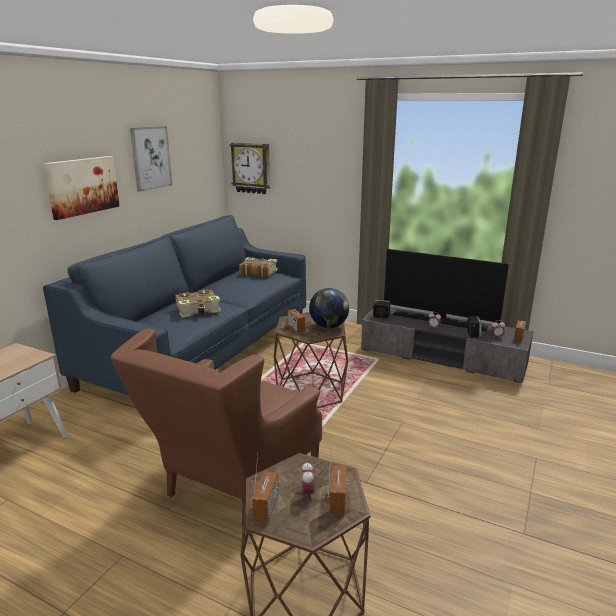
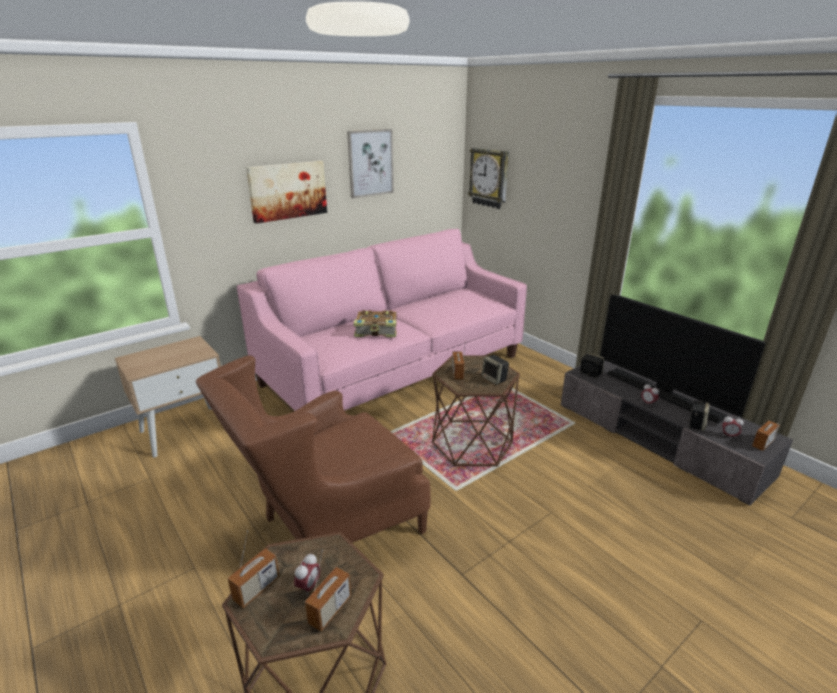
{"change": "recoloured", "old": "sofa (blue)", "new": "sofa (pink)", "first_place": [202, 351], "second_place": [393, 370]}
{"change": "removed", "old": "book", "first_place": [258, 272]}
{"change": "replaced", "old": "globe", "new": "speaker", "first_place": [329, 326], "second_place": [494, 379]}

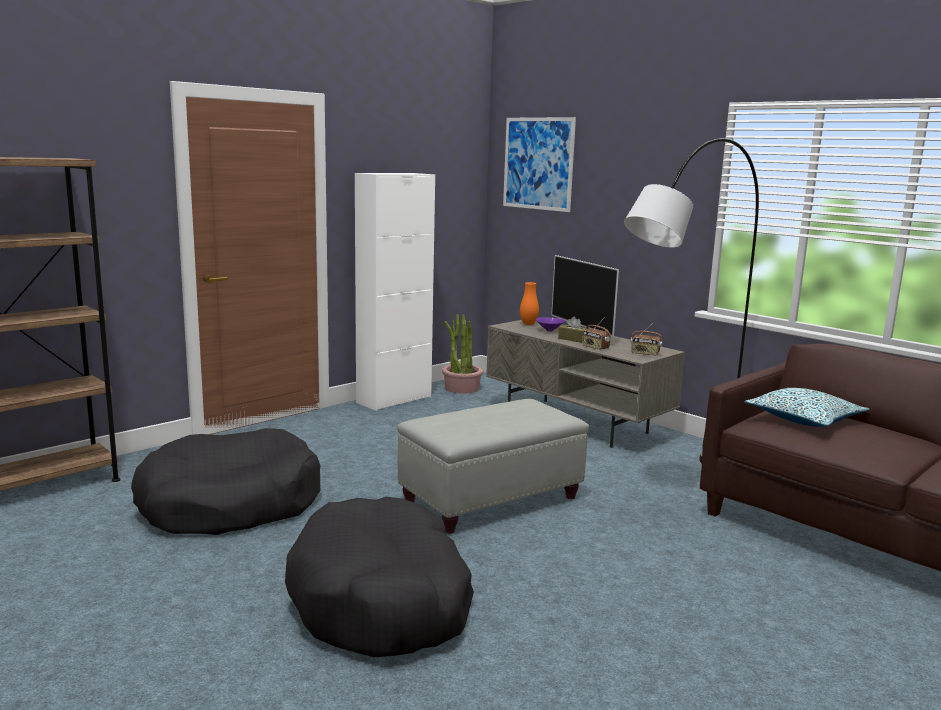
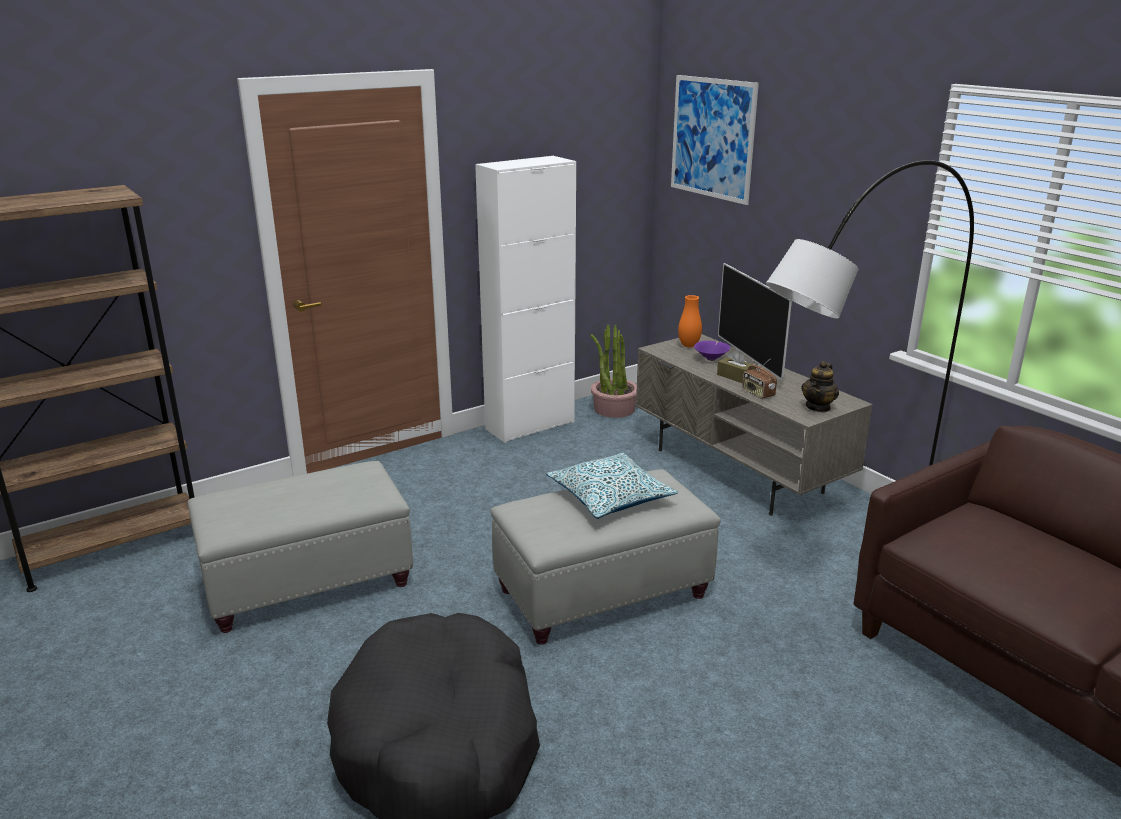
{"change": "replaced", "old": "radio", "new": "teapot", "first_place": [645, 353], "second_place": [818, 407]}
{"change": "moved", "old": "pillow", "first_place": [804, 419], "second_place": [610, 497]}
{"change": "replaced", "old": "dog bed (black)", "new": "ottoman (grey)", "first_place": [230, 504], "second_place": [309, 582]}

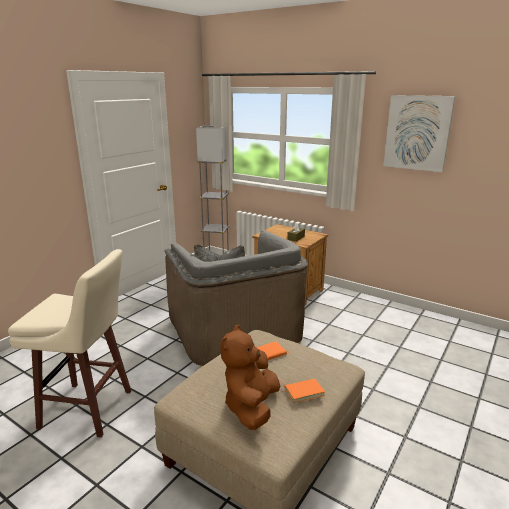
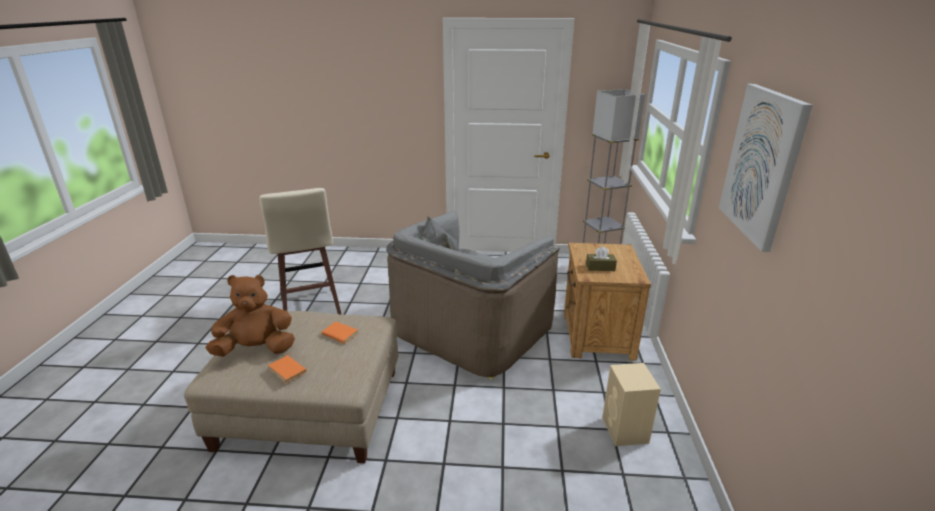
{"change": "added", "new": "speaker (beige)", "second_place": [625, 431]}

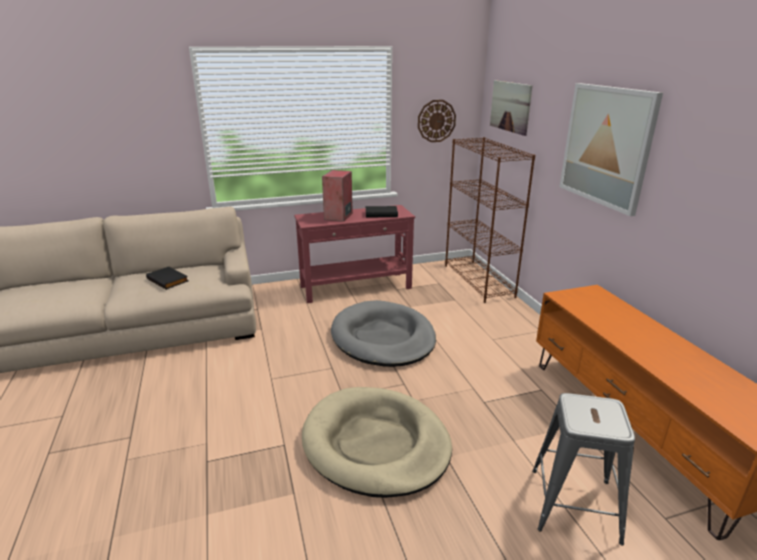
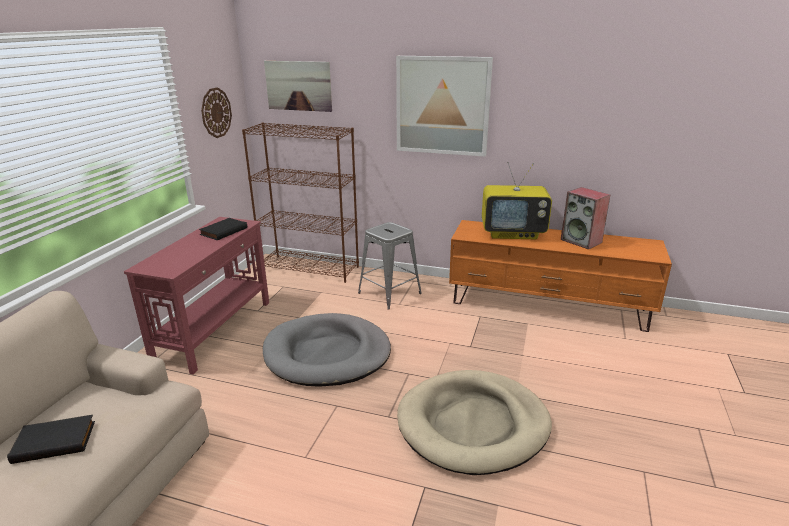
{"change": "moved", "old": "speaker", "first_place": [338, 216], "second_place": [581, 241]}
{"change": "moved", "old": "stool (grey)", "first_place": [575, 505], "second_place": [390, 293]}
{"change": "added", "new": "television", "second_place": [513, 233]}

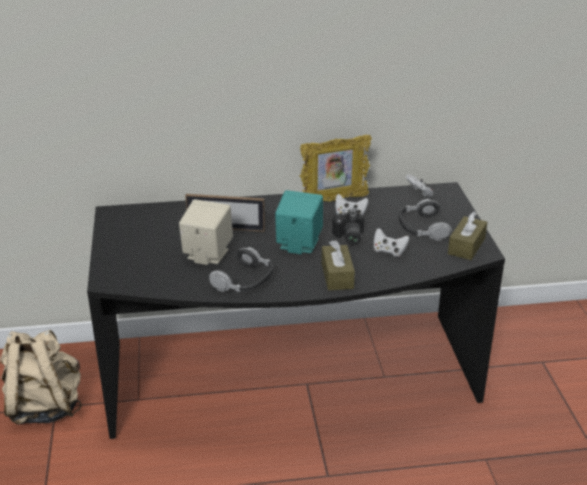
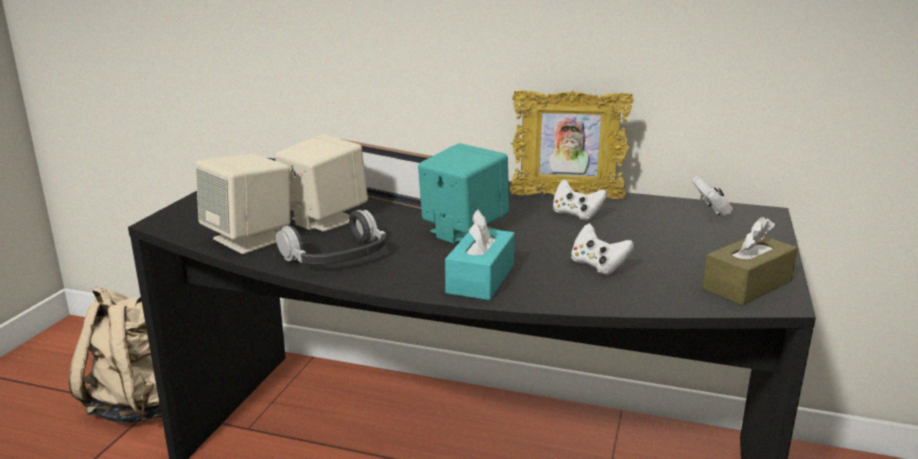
{"change": "removed", "old": "headphones", "first_place": [422, 228]}
{"change": "removed", "old": "photo camera", "first_place": [348, 237]}
{"change": "recoloured", "old": "tissue box (brown)", "new": "tissue box (turquoise)", "first_place": [337, 276], "second_place": [480, 279]}
{"change": "added", "new": "speaker (beige)", "second_place": [250, 239]}

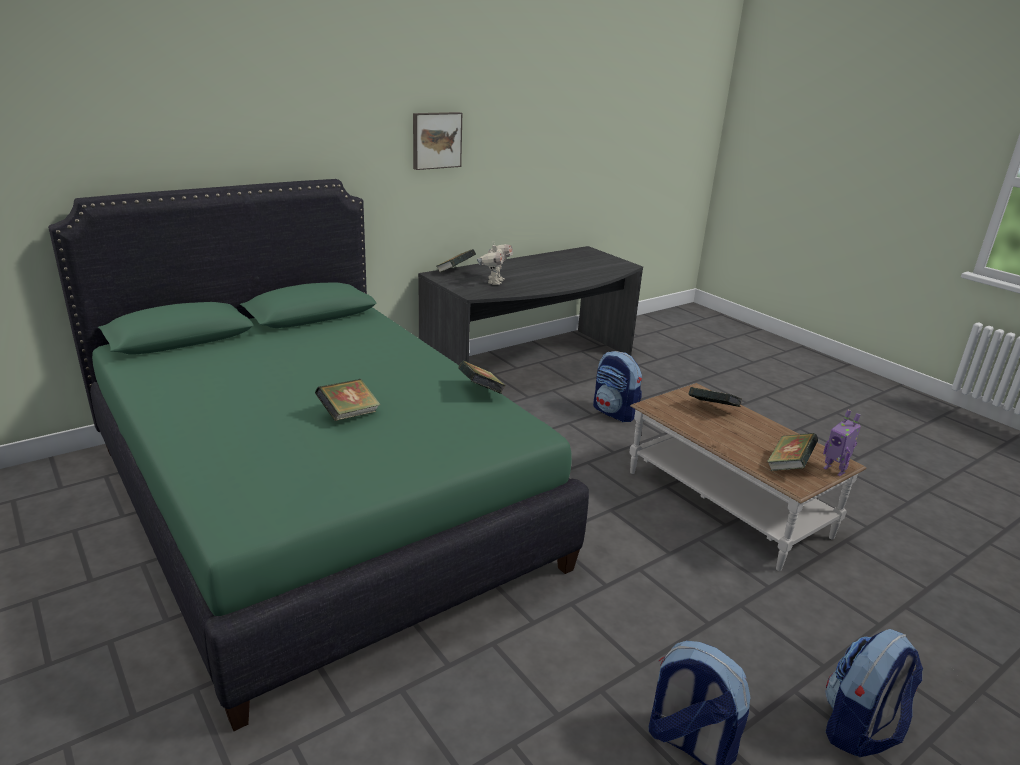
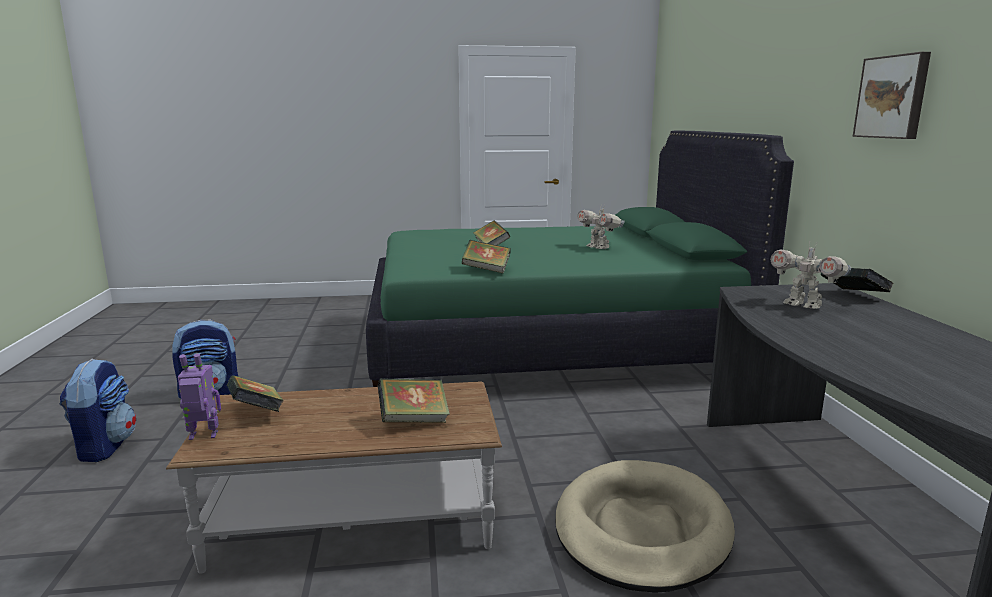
{"change": "replaced", "old": "backpack", "new": "dog bed (beige)", "first_place": [615, 412], "second_place": [641, 530]}
{"change": "added", "new": "toy robot", "second_place": [598, 247]}

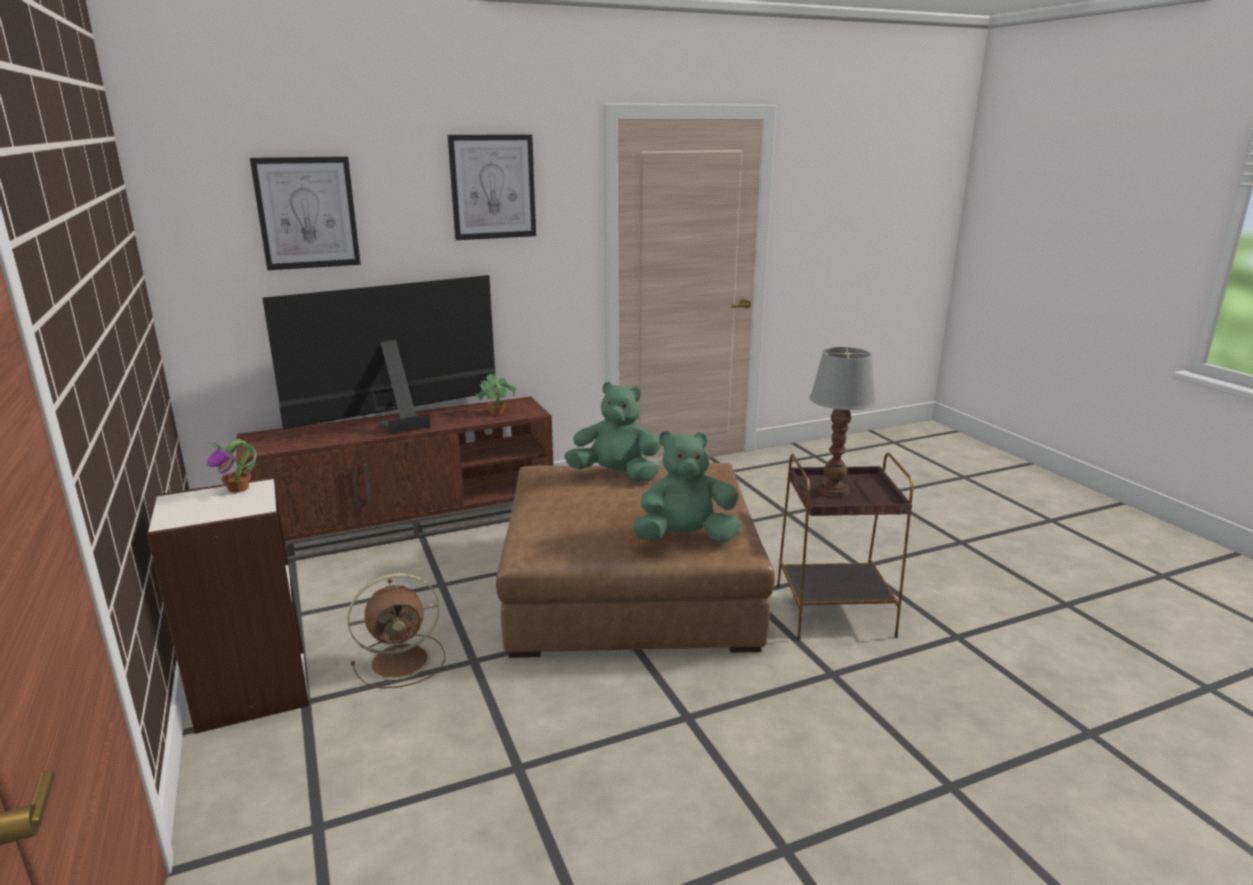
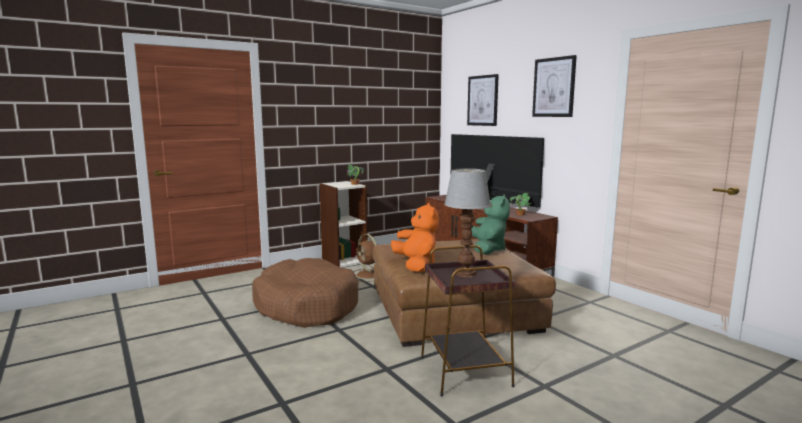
{"change": "recoloured", "old": "plush toy (green)", "new": "plush toy (orange)", "first_place": [685, 538], "second_place": [416, 265]}
{"change": "added", "new": "dog bed (brown)", "second_place": [306, 306]}

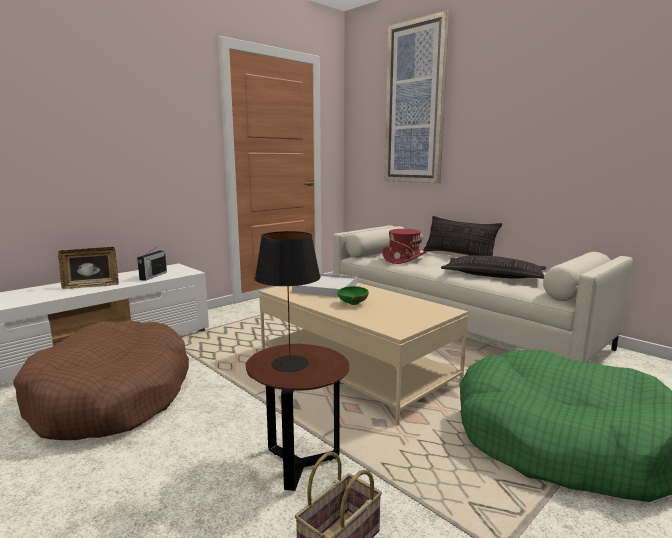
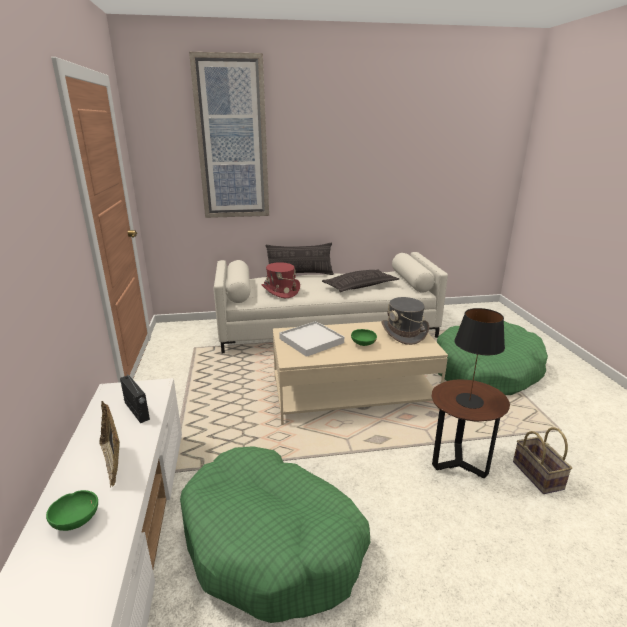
{"change": "turned", "old": "picture frame", "first_place": [91, 286], "second_place": [113, 463], "degrees": 135}
{"change": "recoloured", "old": "dog bed (brown)", "new": "dog bed (green)", "first_place": [112, 397], "second_place": [272, 542]}
{"change": "added", "new": "hat (grey)", "second_place": [404, 332]}
{"change": "added", "new": "bowl (green)", "second_place": [77, 520]}

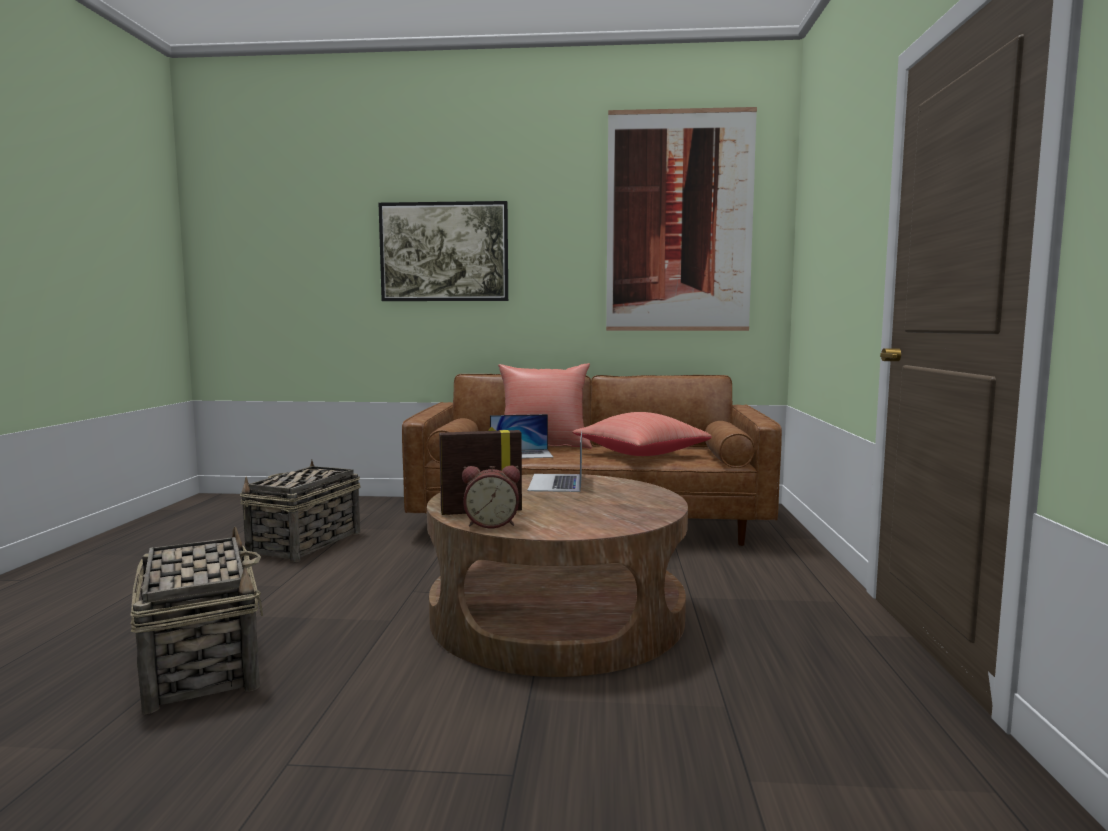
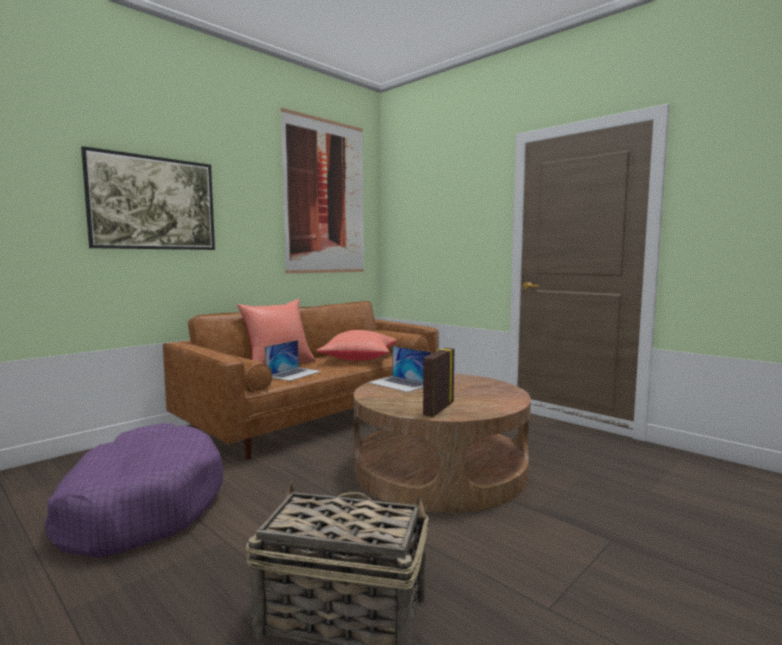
{"change": "replaced", "old": "basket", "new": "dog bed (purple)", "first_place": [304, 543], "second_place": [140, 506]}
{"change": "removed", "old": "alarm clock", "first_place": [491, 524]}

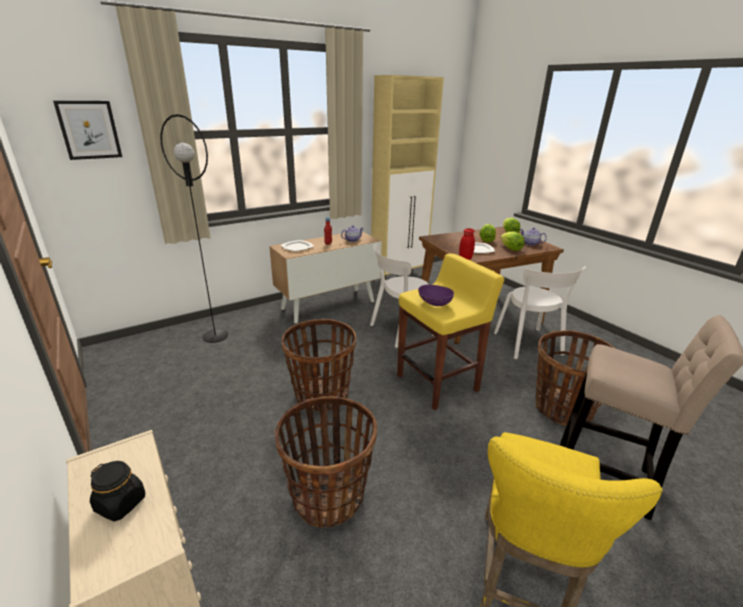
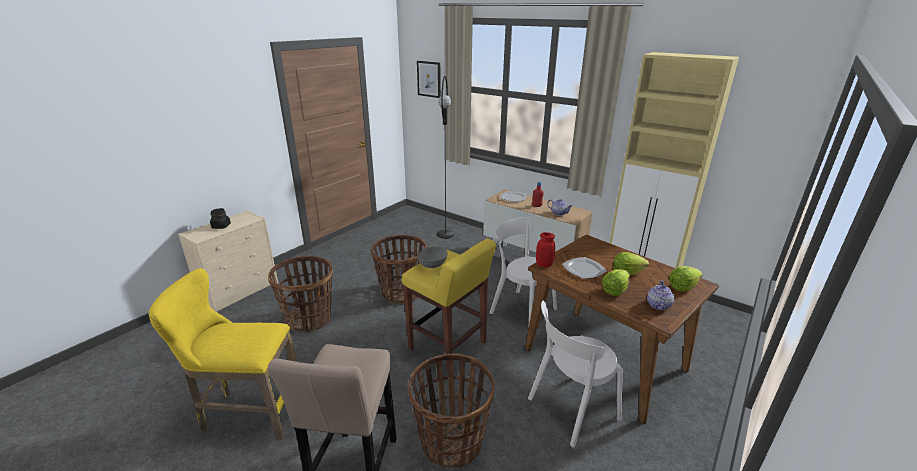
{"change": "recoloured", "old": "bowl (purple)", "new": "bowl (grey)", "first_place": [434, 303], "second_place": [432, 264]}

